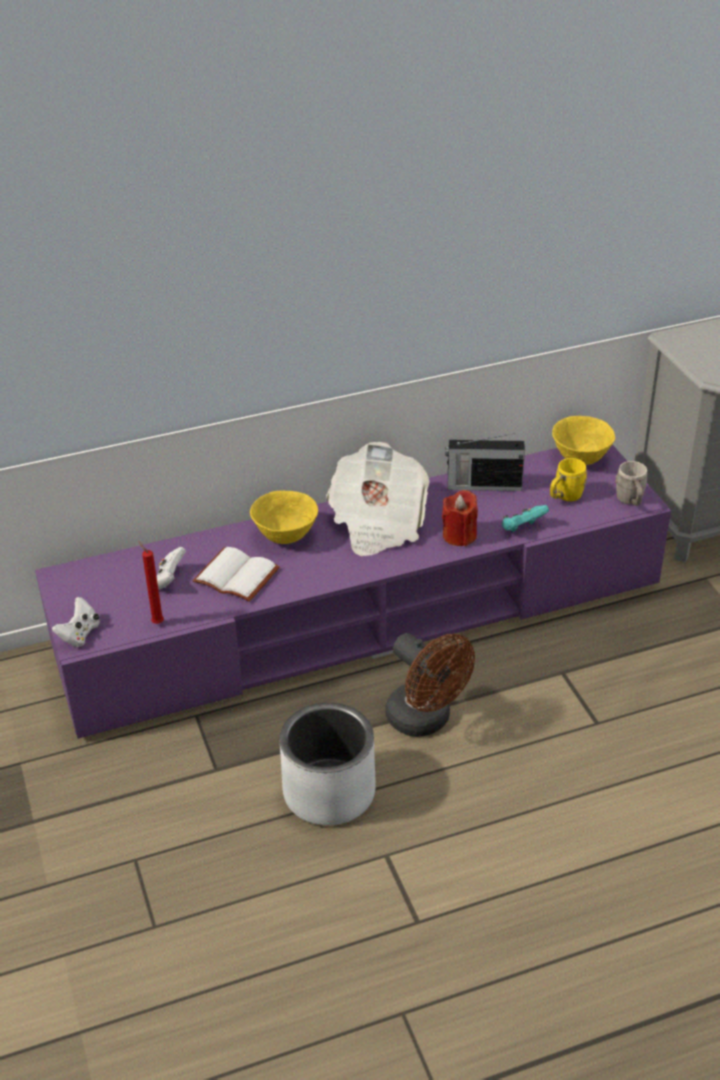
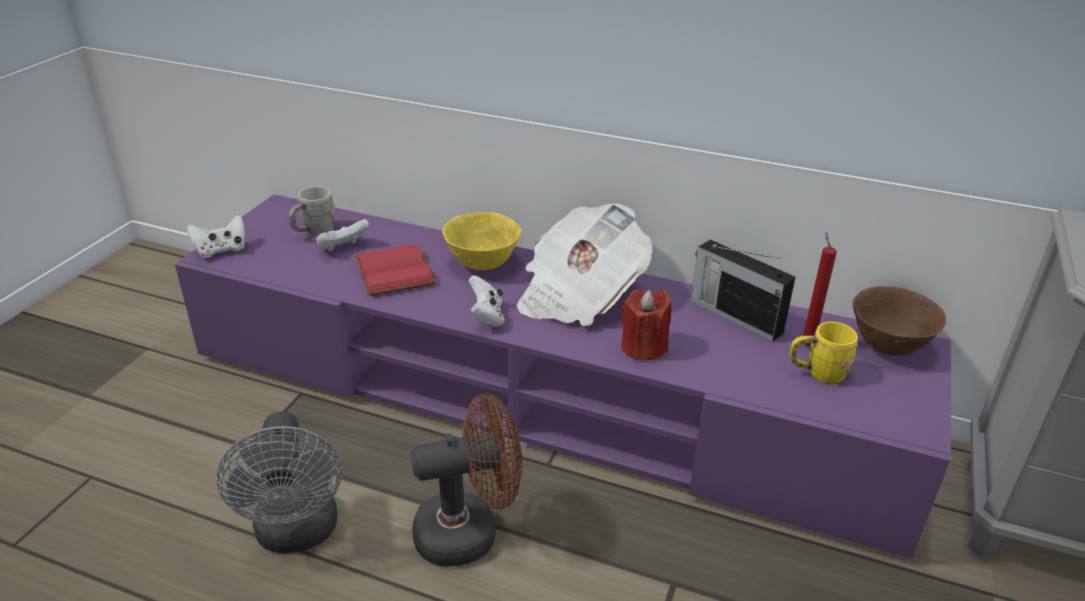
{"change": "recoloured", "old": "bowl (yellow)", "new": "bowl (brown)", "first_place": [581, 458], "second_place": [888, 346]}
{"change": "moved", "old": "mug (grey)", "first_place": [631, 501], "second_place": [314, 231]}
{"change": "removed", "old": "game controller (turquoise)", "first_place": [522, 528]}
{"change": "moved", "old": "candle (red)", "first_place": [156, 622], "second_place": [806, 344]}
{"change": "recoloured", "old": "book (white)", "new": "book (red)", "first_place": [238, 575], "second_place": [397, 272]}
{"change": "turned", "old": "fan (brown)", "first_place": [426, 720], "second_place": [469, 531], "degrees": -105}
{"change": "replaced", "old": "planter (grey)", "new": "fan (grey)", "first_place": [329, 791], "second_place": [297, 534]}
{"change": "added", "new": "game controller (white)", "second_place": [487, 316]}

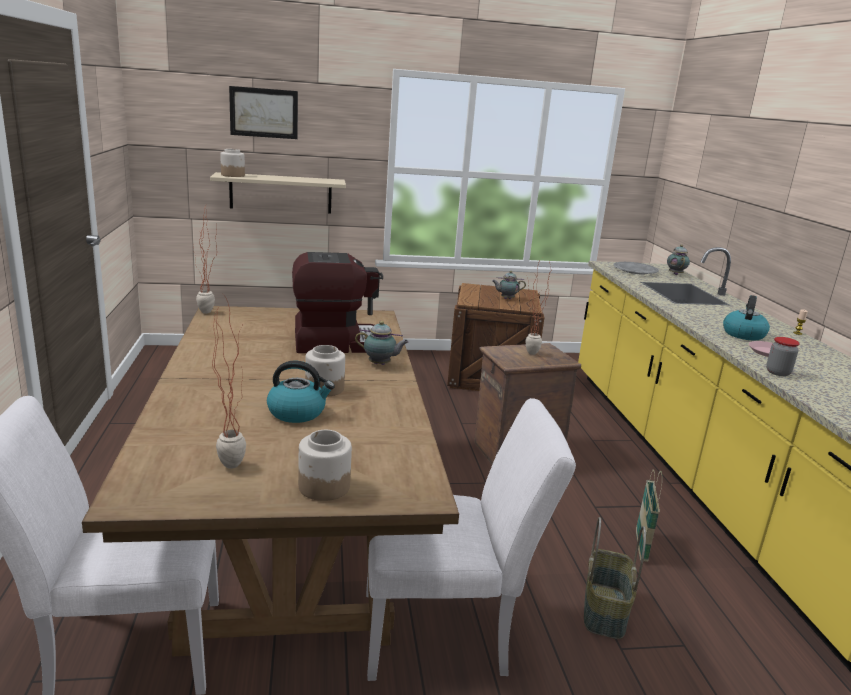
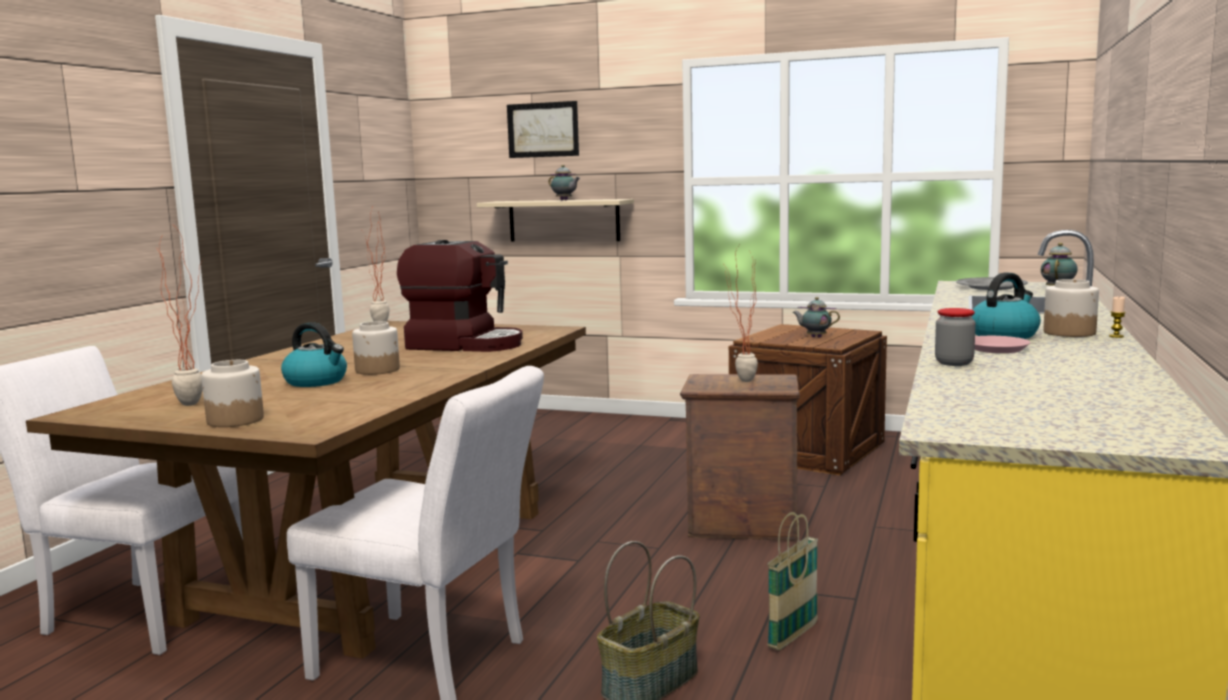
{"change": "moved", "old": "jar", "first_place": [233, 175], "second_place": [1069, 333]}
{"change": "moved", "old": "teapot", "first_place": [380, 364], "second_place": [564, 200]}

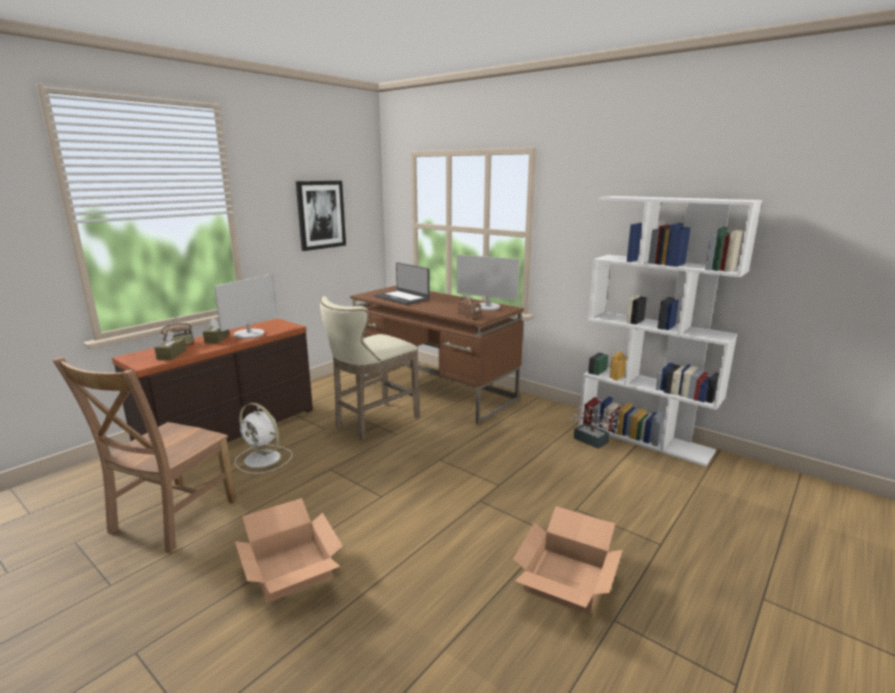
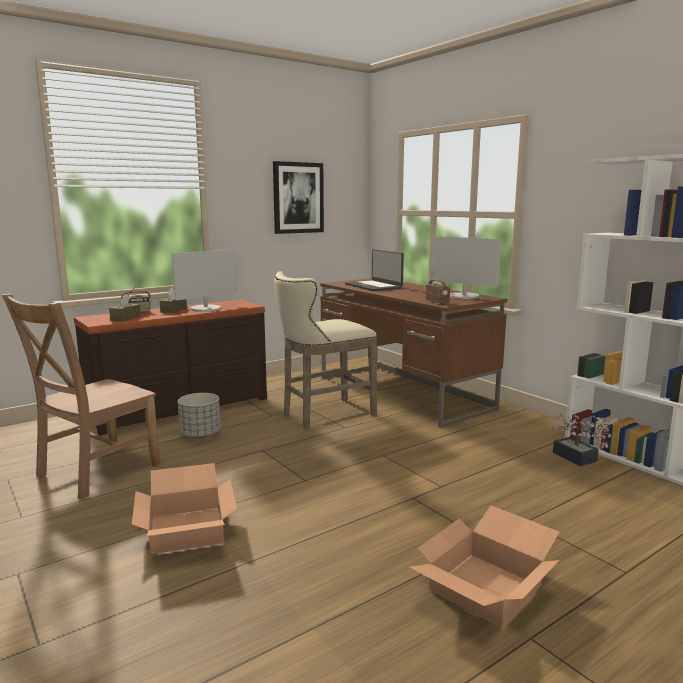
{"change": "replaced", "old": "fan (white)", "new": "planter (grey)", "first_place": [264, 459], "second_place": [201, 435]}

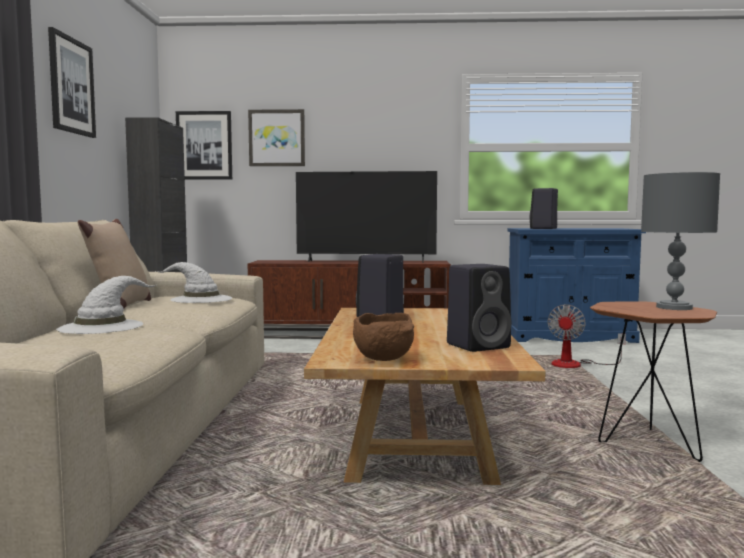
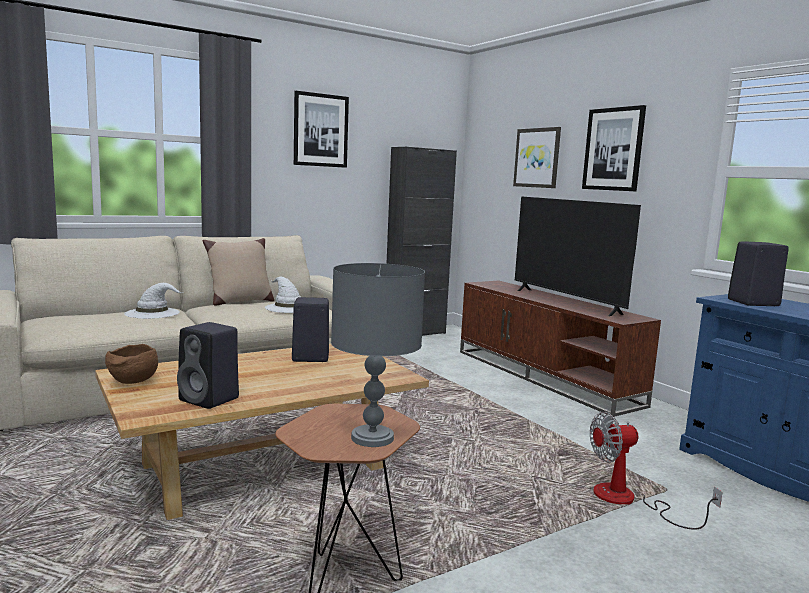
{"change": "moved", "old": "picture", "first_place": [204, 145], "second_place": [613, 149]}

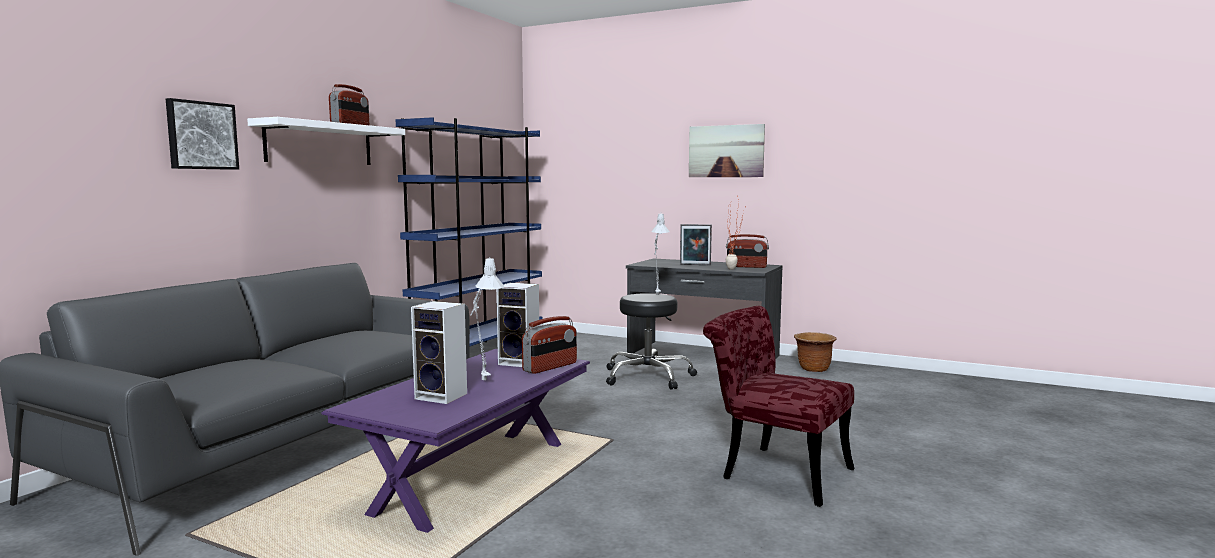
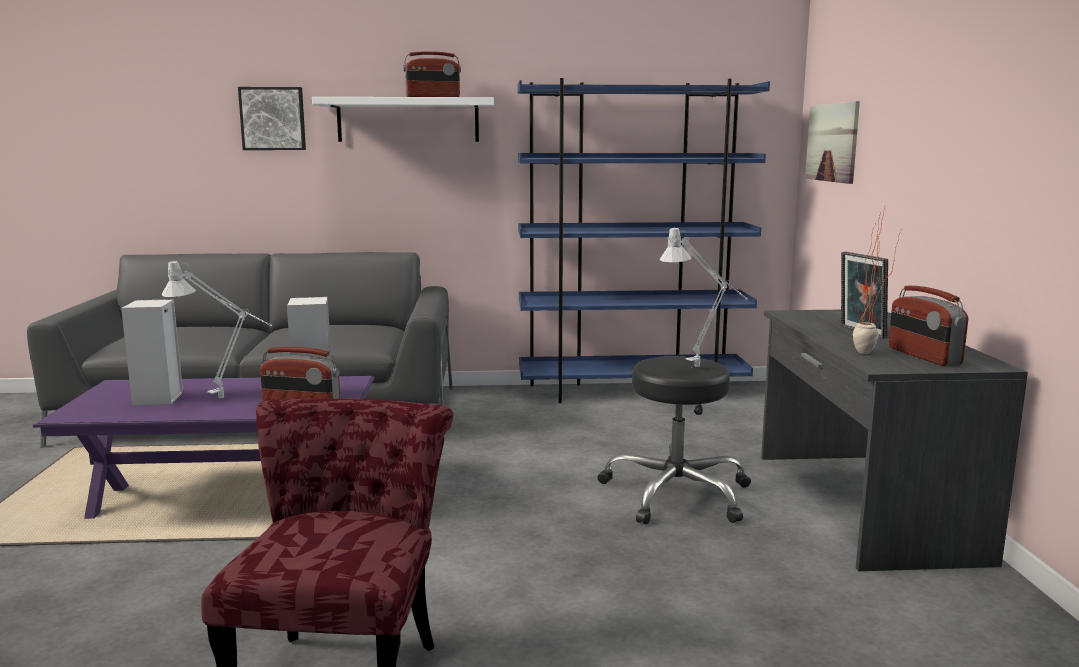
{"change": "moved", "old": "picture", "first_place": [726, 151], "second_place": [832, 142]}
{"change": "removed", "old": "planter (brown)", "first_place": [814, 369]}

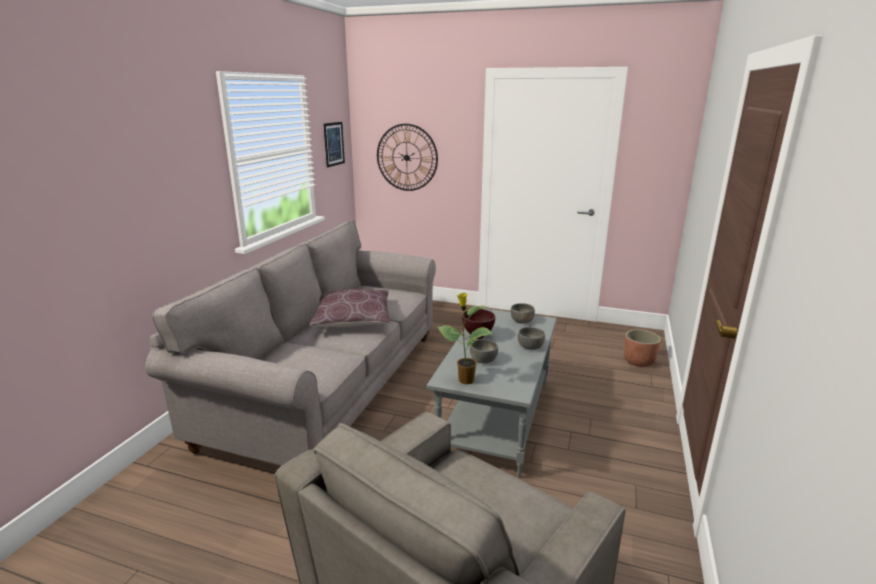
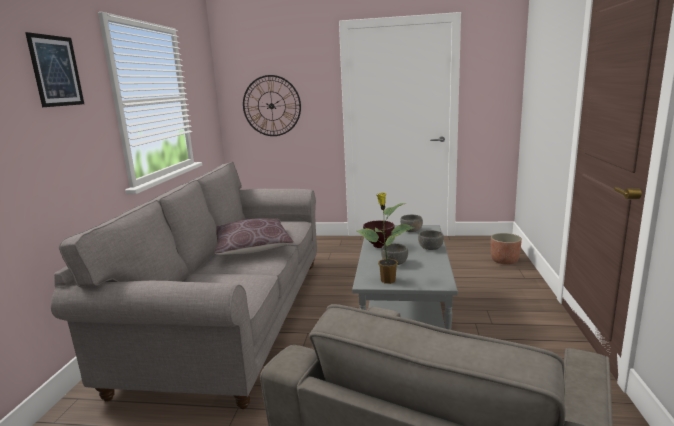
{"change": "moved", "old": "picture", "first_place": [334, 144], "second_place": [56, 71]}

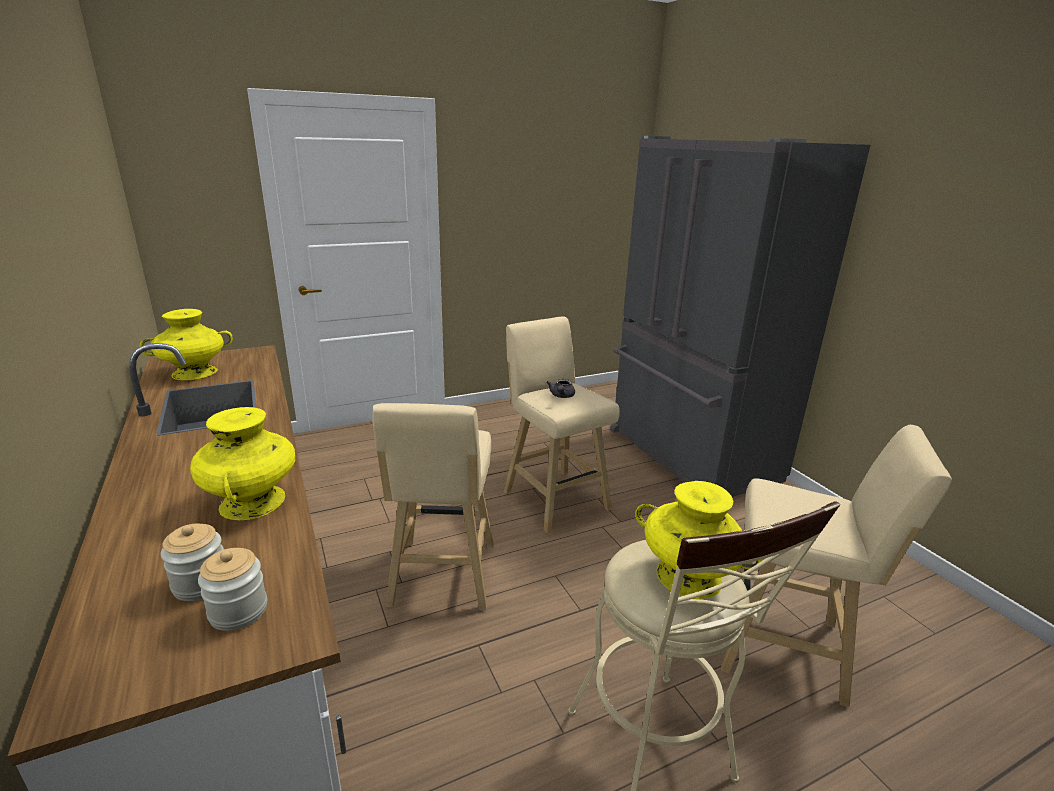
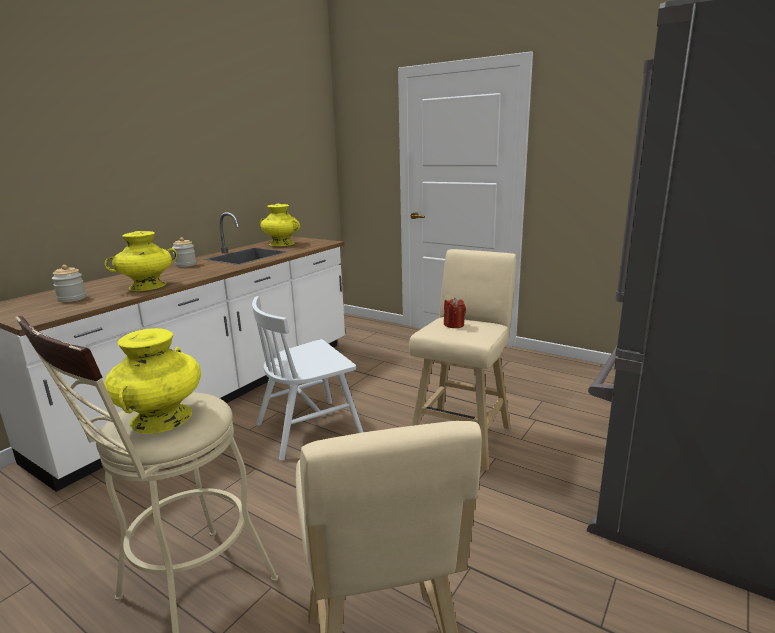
{"change": "replaced", "old": "teapot (grey)", "new": "candle (red)", "first_place": [561, 396], "second_place": [454, 325]}
{"change": "replaced", "old": "stool (beige)", "new": "chair (white)", "first_place": [442, 578], "second_place": [309, 429]}
{"change": "moved", "old": "jar", "first_place": [238, 611], "second_place": [185, 265]}

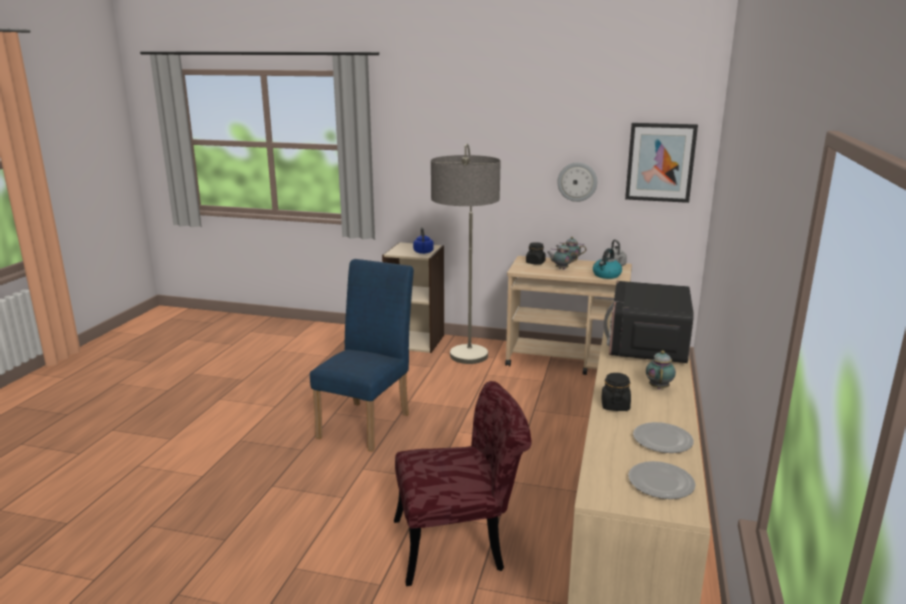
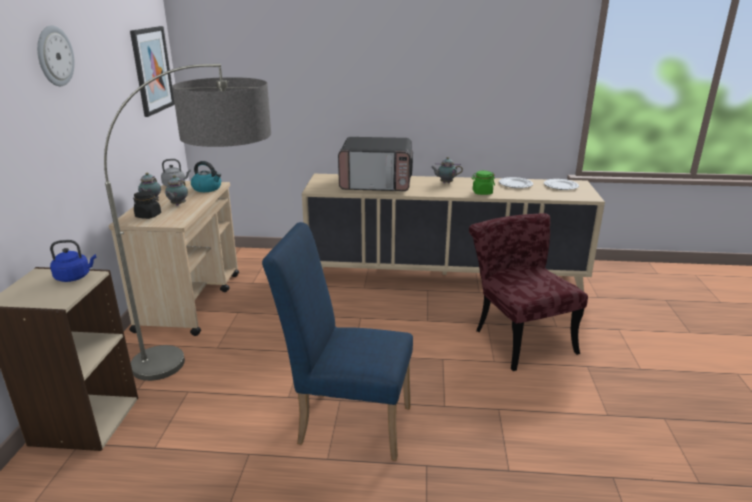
{"change": "moved", "old": "wall clock", "first_place": [577, 181], "second_place": [54, 56]}
{"change": "recoloured", "old": "jar (black)", "new": "jar (green)", "first_place": [615, 406], "second_place": [482, 192]}

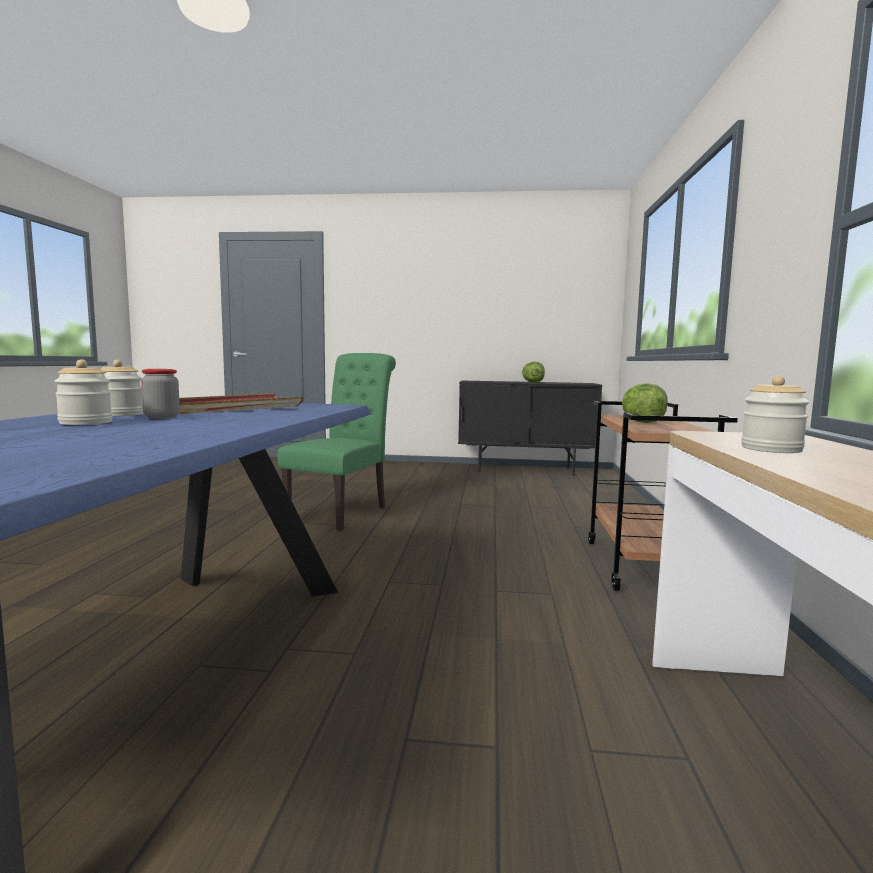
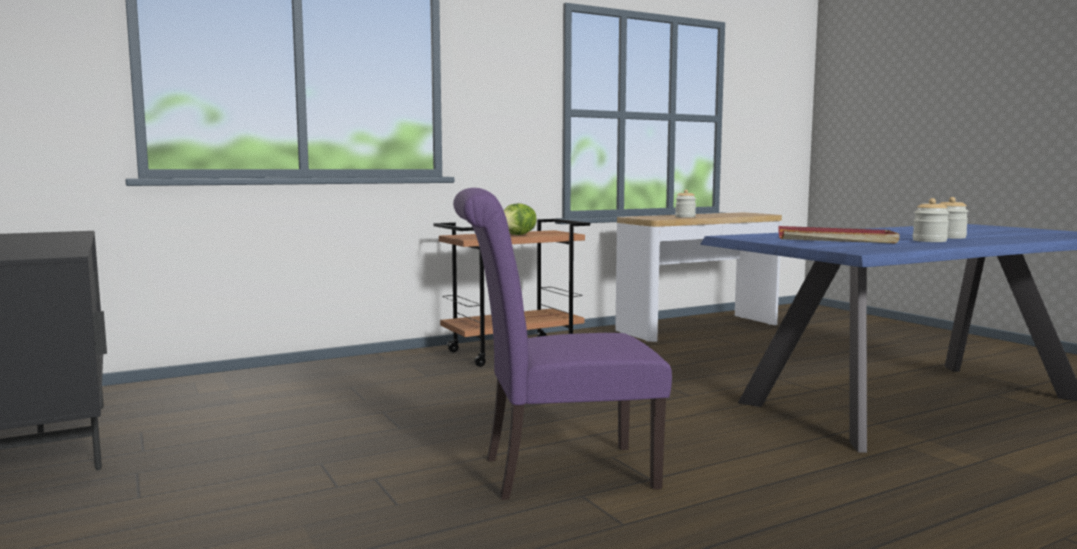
{"change": "recoloured", "old": "chair (green)", "new": "chair (purple)", "first_place": [342, 512], "second_place": [557, 472]}
{"change": "removed", "old": "lettuce", "first_place": [533, 382]}
{"change": "removed", "old": "jar", "first_place": [161, 417]}

